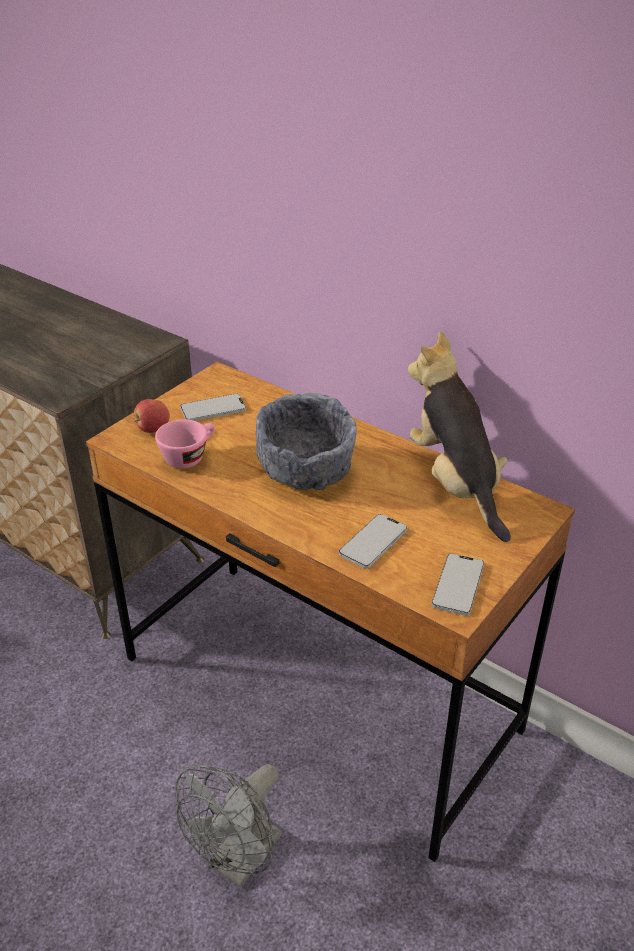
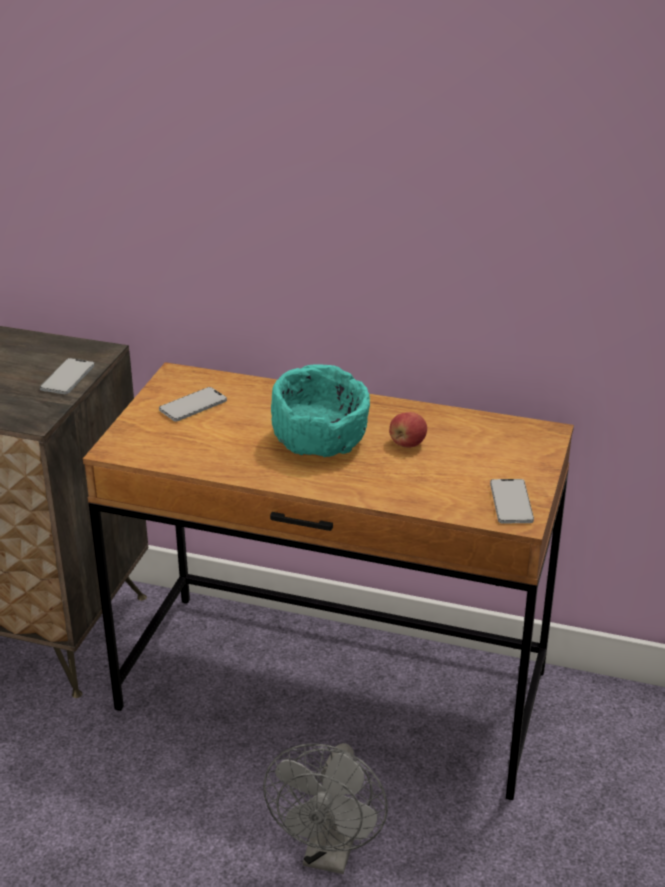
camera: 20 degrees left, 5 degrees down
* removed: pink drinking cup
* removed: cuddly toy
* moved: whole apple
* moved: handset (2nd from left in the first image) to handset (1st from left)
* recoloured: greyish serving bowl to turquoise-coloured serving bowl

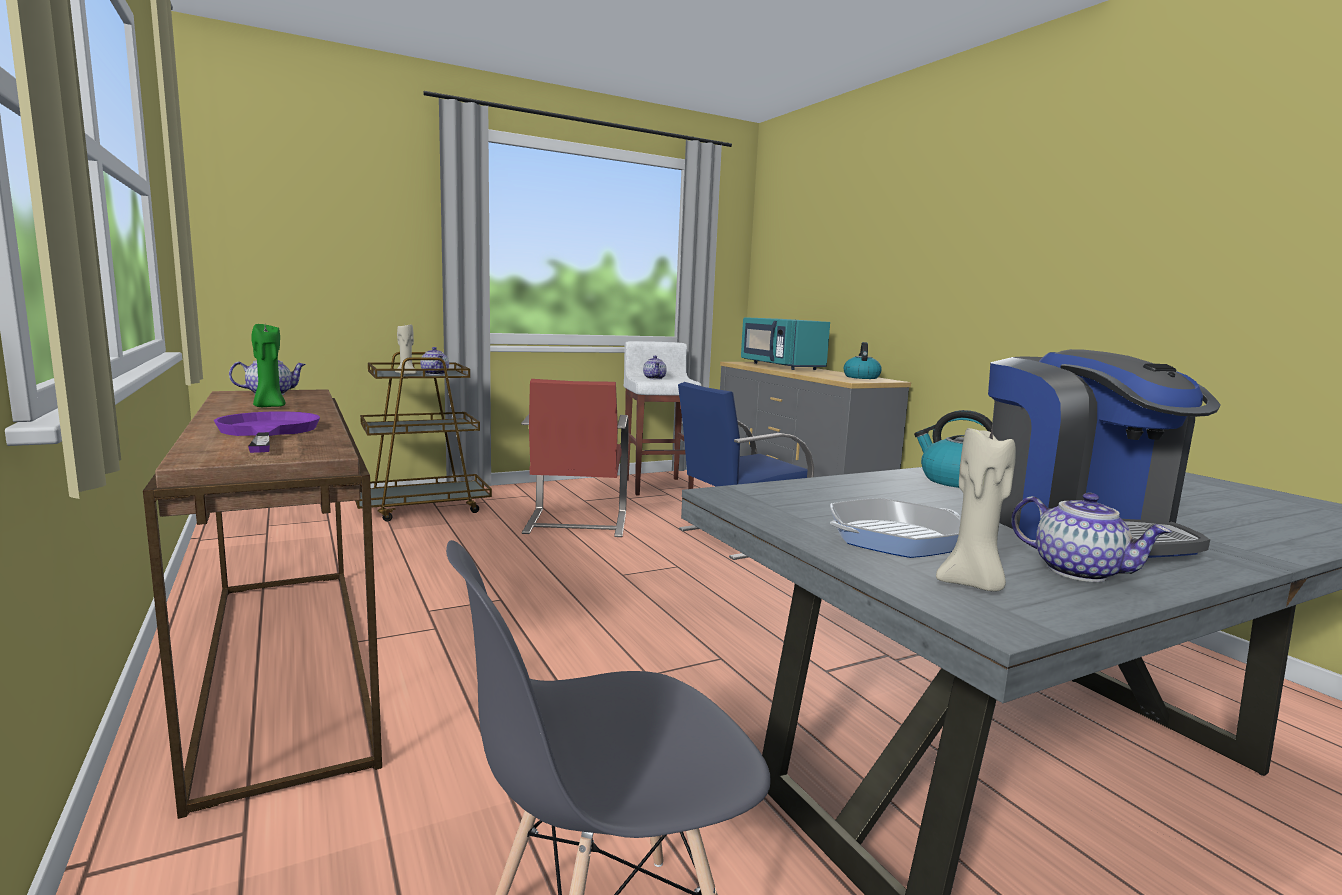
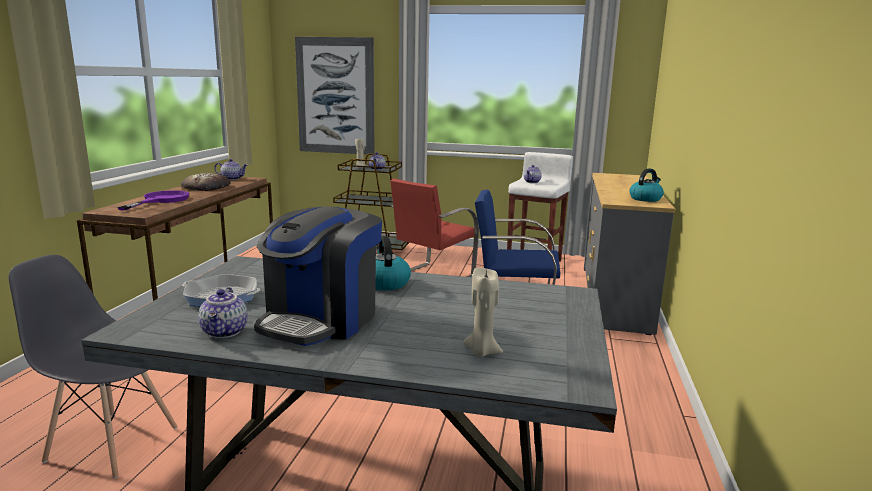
camera: 40 degrees right, 5 degrees up
* removed: turquoise-coloured microwave
* added: wall art
* moved: beige-coloured wax light (2nd from left)
* replaced: green wax light to bread

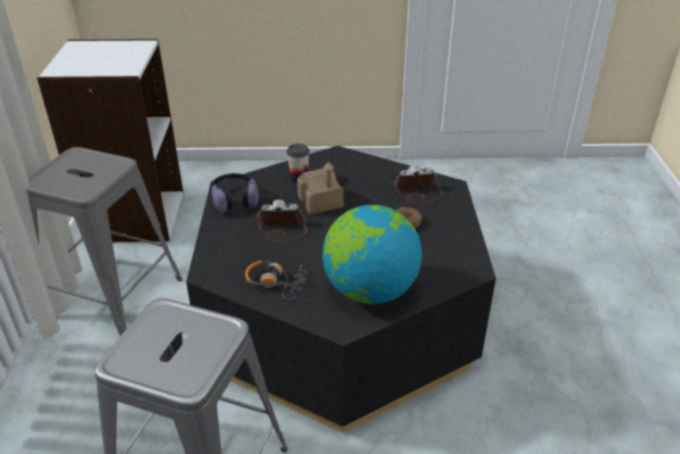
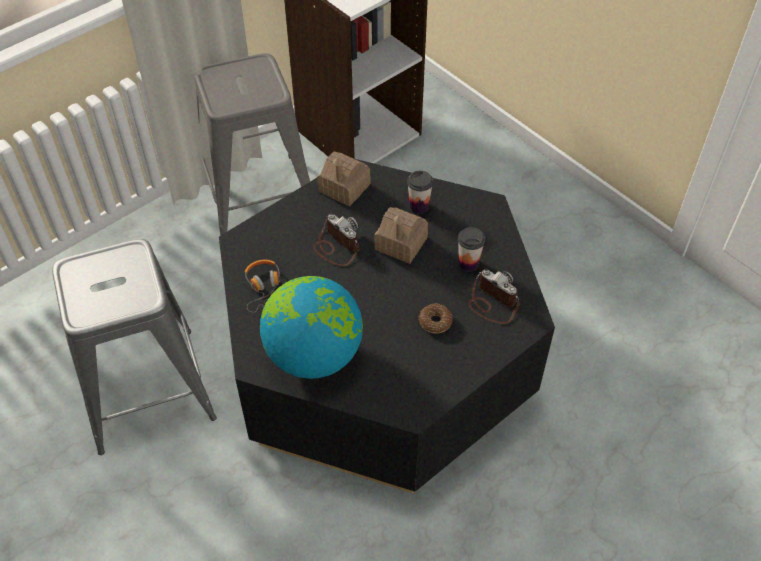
camera: 50 degrees right, 15 degrees up
* added: drinking cup (2nd from left)
* replaced: headphones (1st from left) to toy house (1st from left)

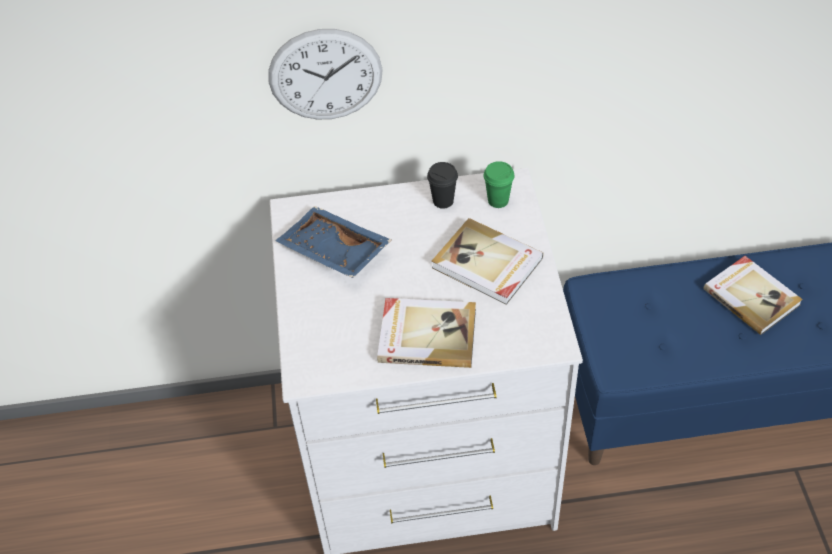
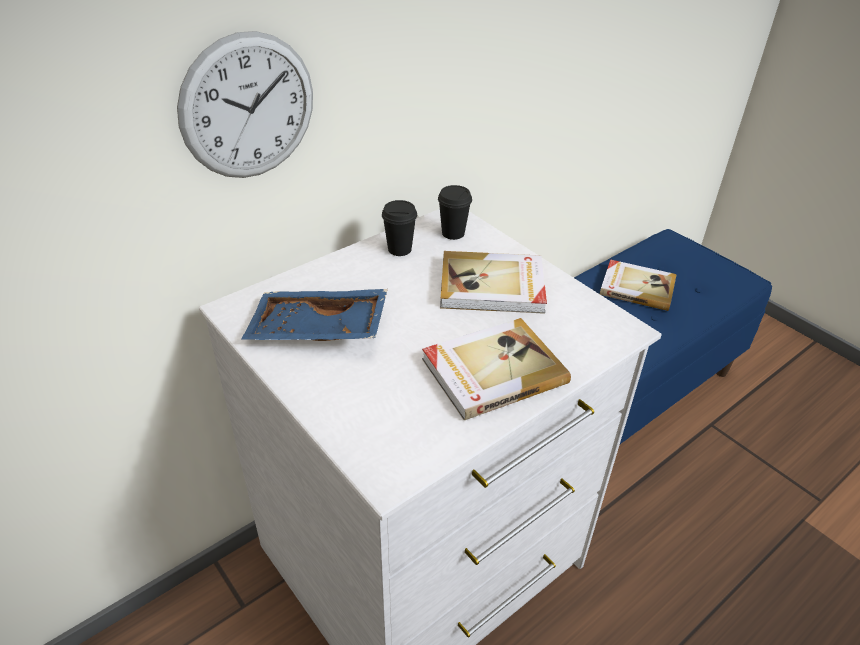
camera: 35 degrees left, 10 degrees down
* recoloured: green drinking cup to black-coloured drinking cup (2nd from left)

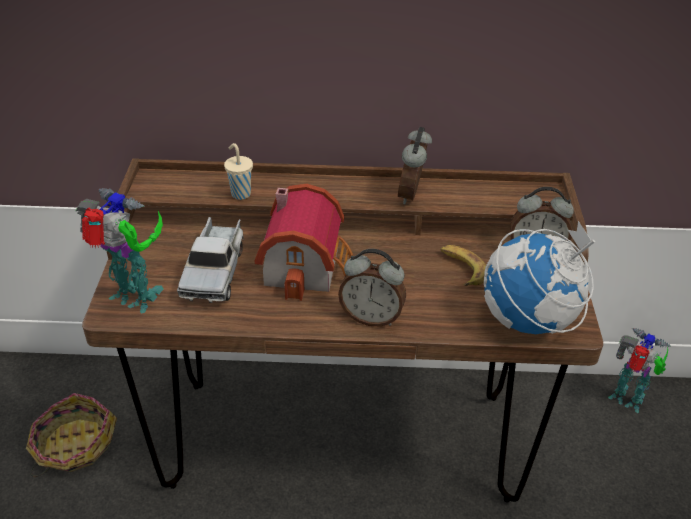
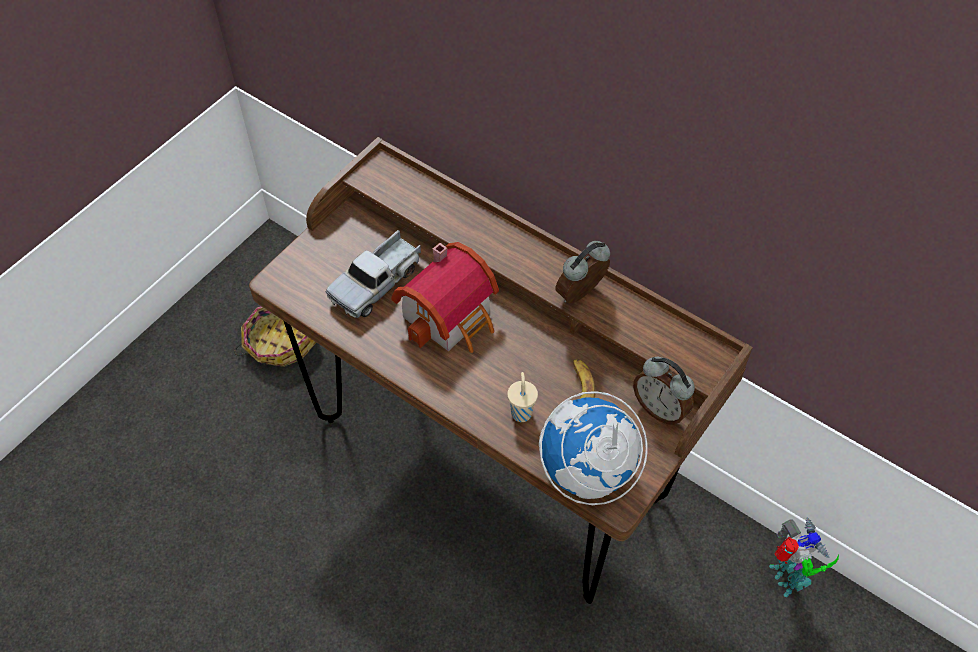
camera: 35 degrees right, 15 degrees up
* removed: toy robot (1st from left)
* removed: table clock (1st from left)
* moved: beige-coloured drinking cup

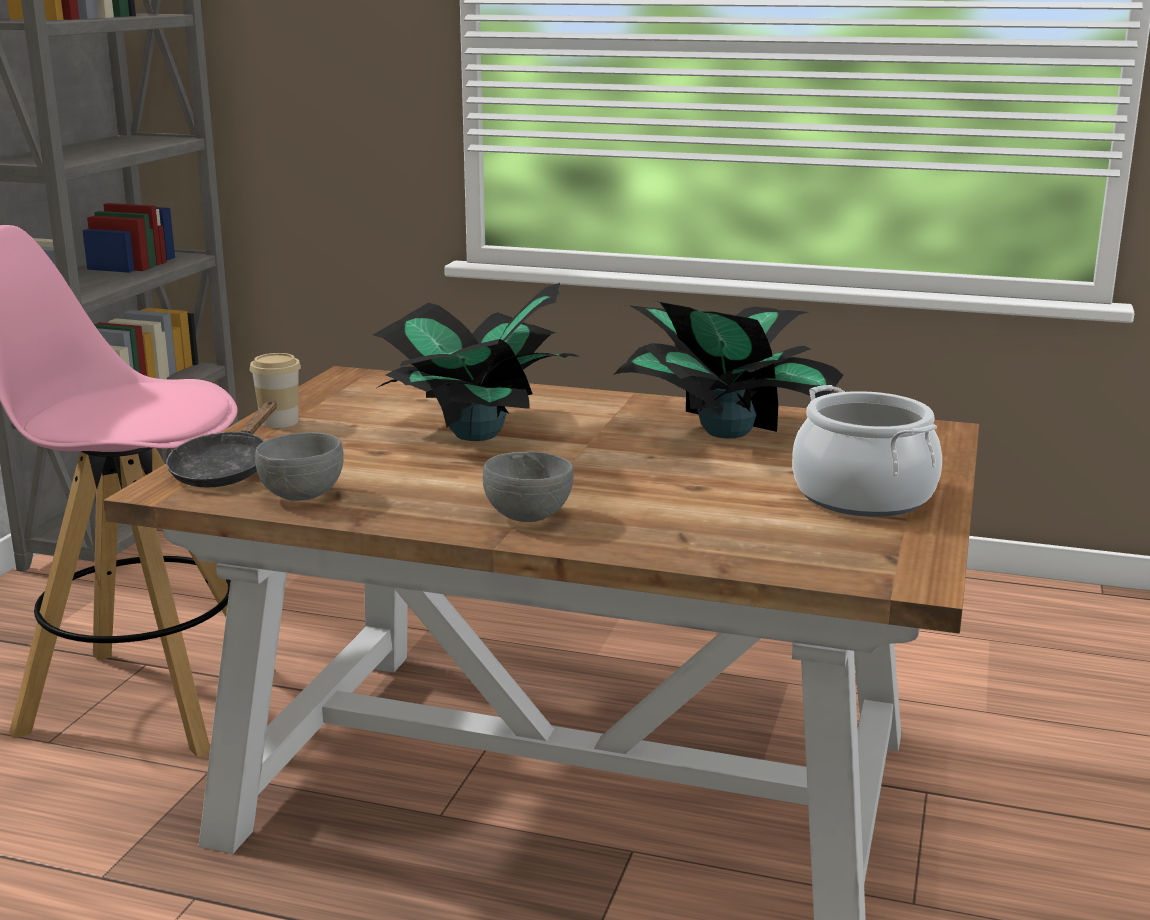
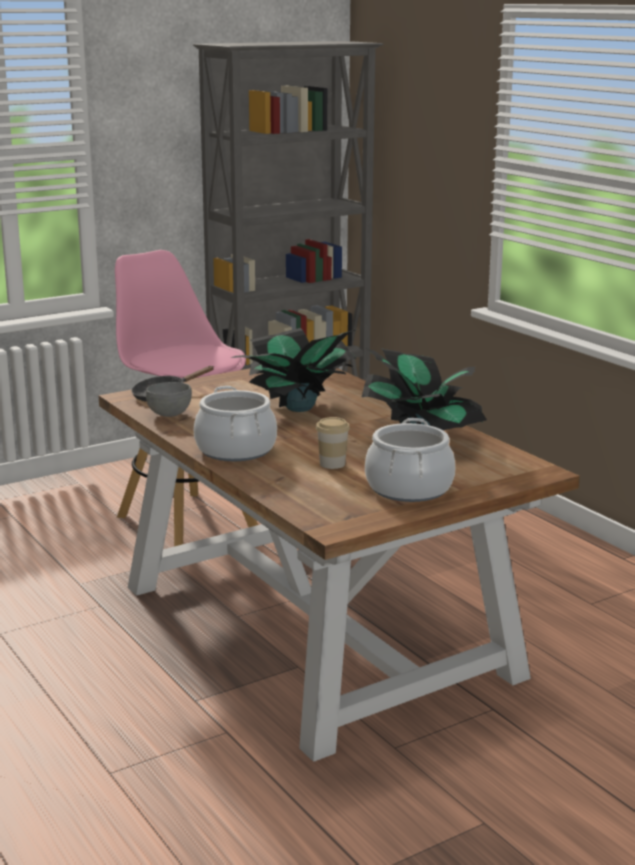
camera: 40 degrees right, 0 degrees up
* moved: drinking cup
* replaced: greyish serving bowl (2nd from left) to cooking pot (1st from left)

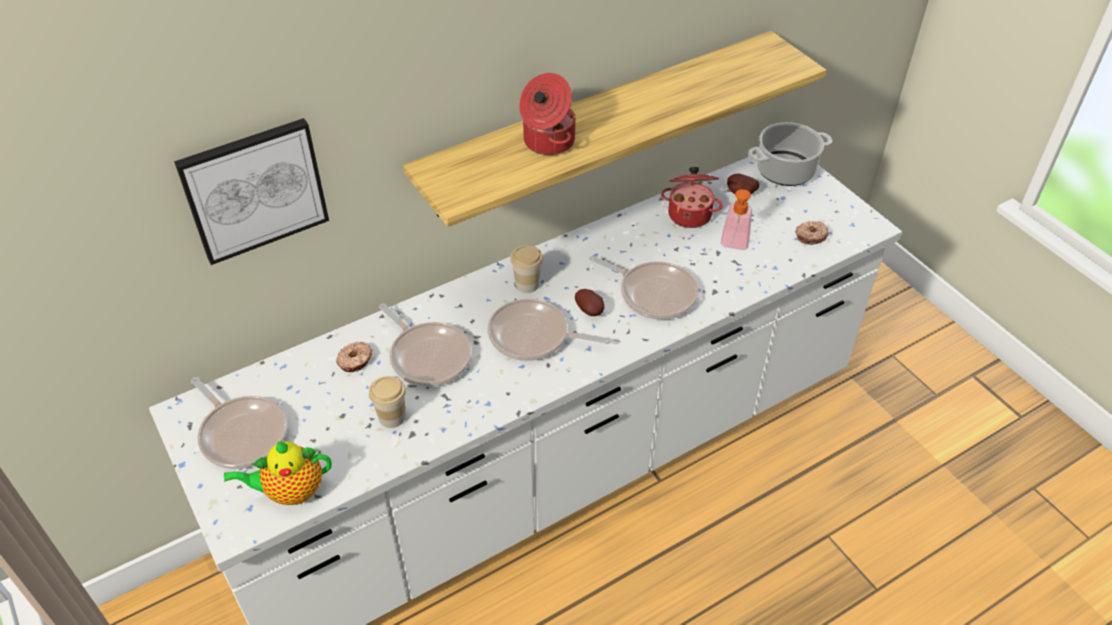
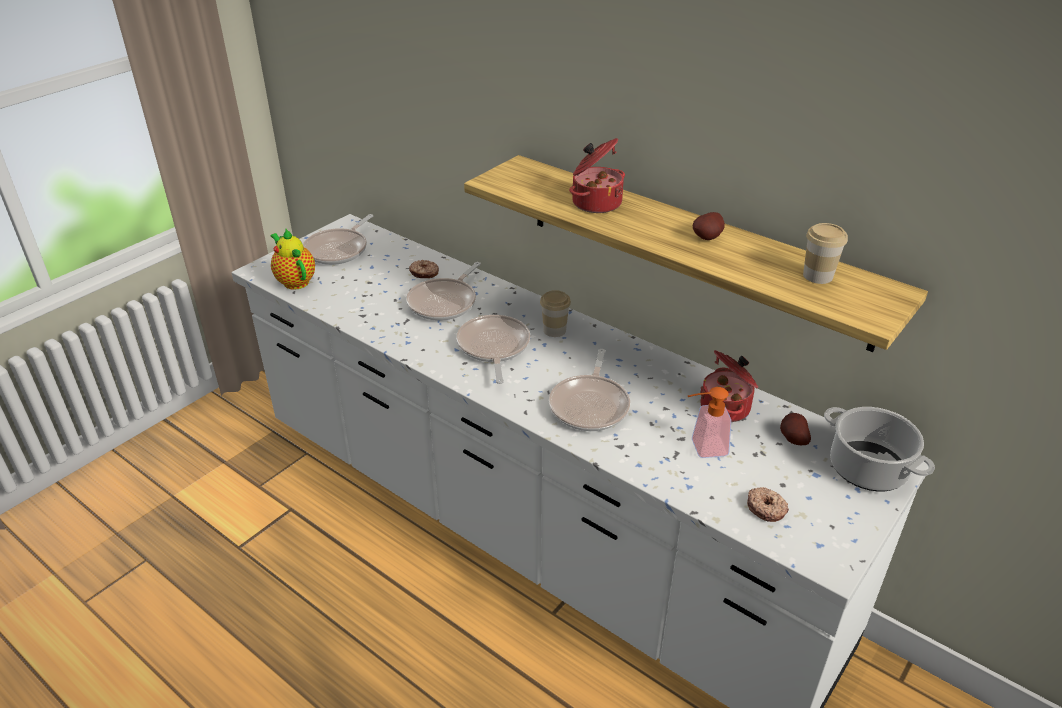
camera: 70 degrees right, 10 degrees down
* removed: wall art
* moved: drinking cup (1st from left in the first image) to drinking cup (2nd from left)
* moved: potato (1st from left)

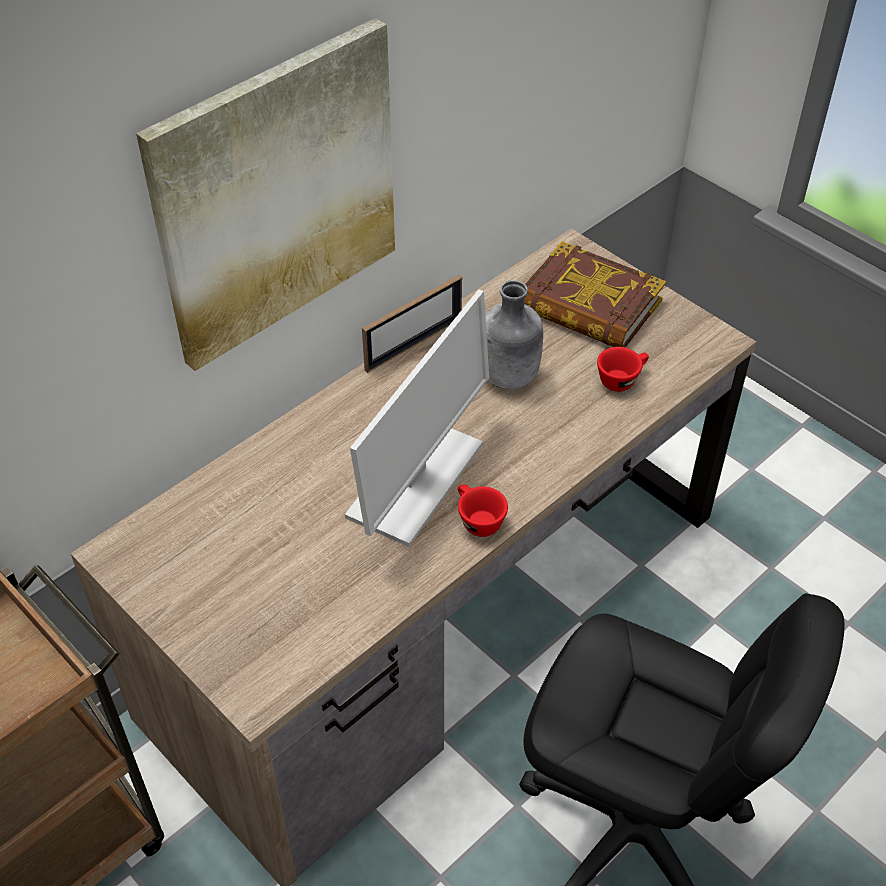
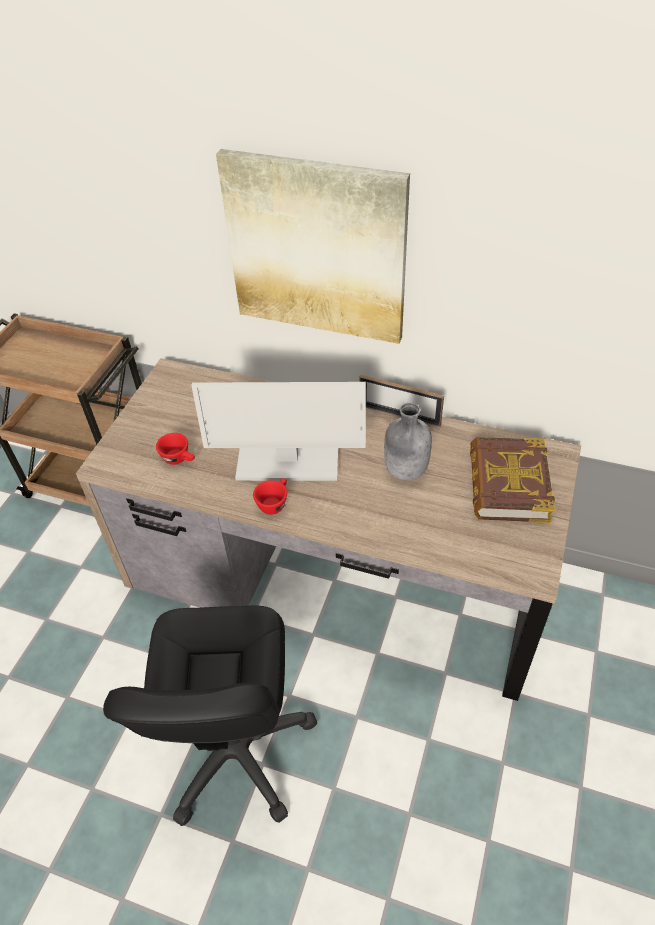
camera: 65 degrees right, 0 degrees up
* moved: red drinking cup (2nd from left in the first image) to red drinking cup (1st from left)

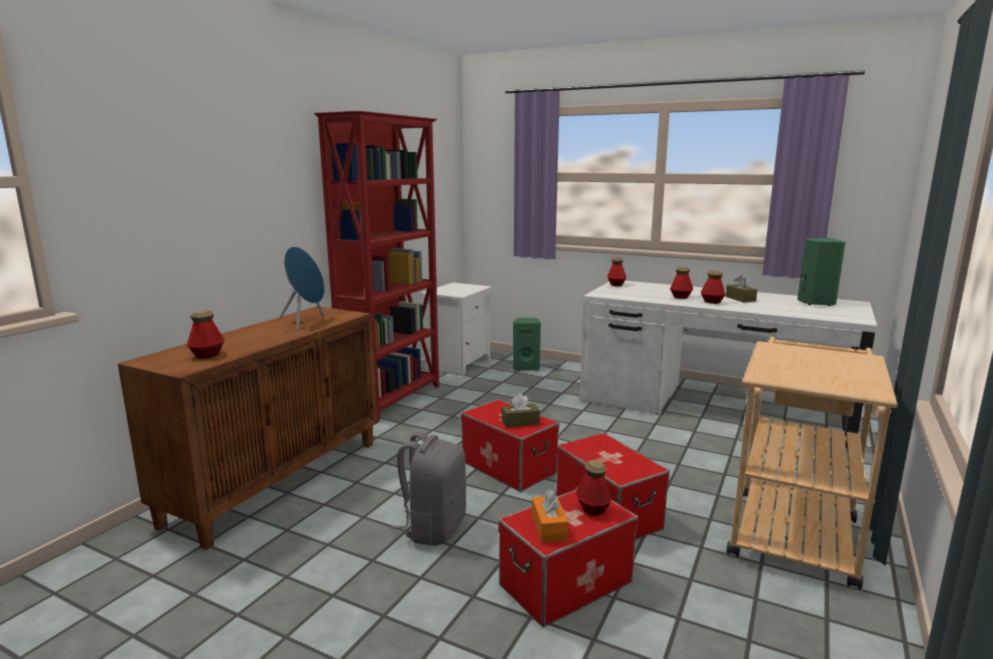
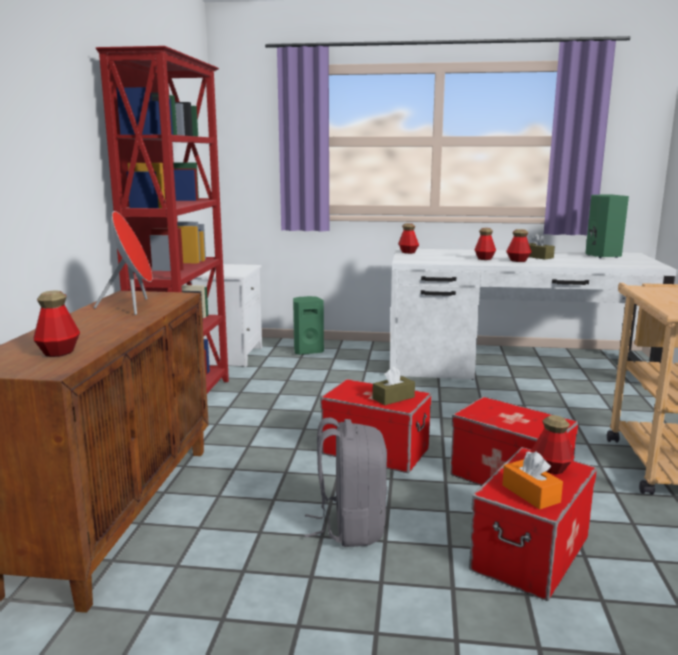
camera: 20 degrees left, 0 degrees up
* recoloured: blue-coloured loudspeaker to red loudspeaker

